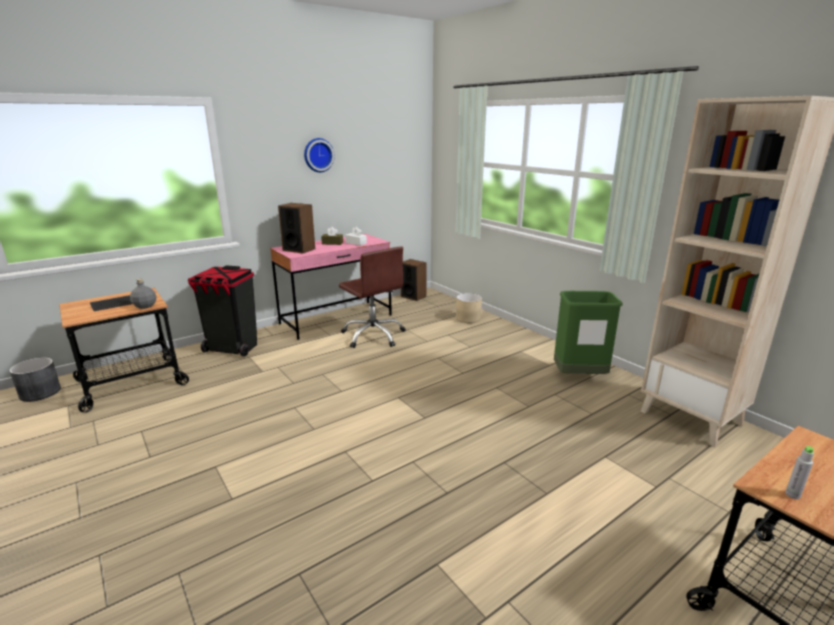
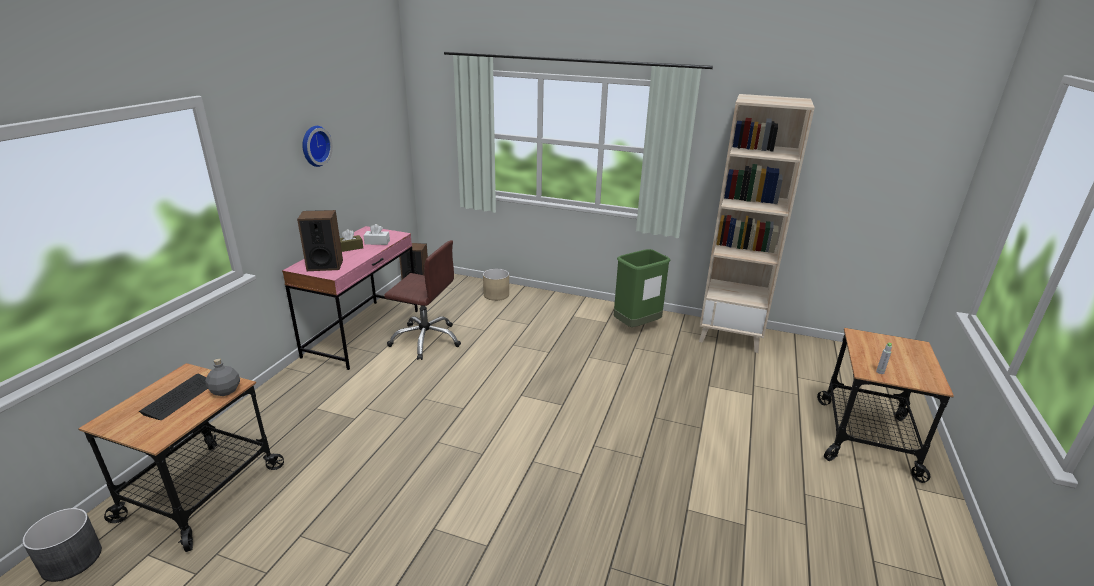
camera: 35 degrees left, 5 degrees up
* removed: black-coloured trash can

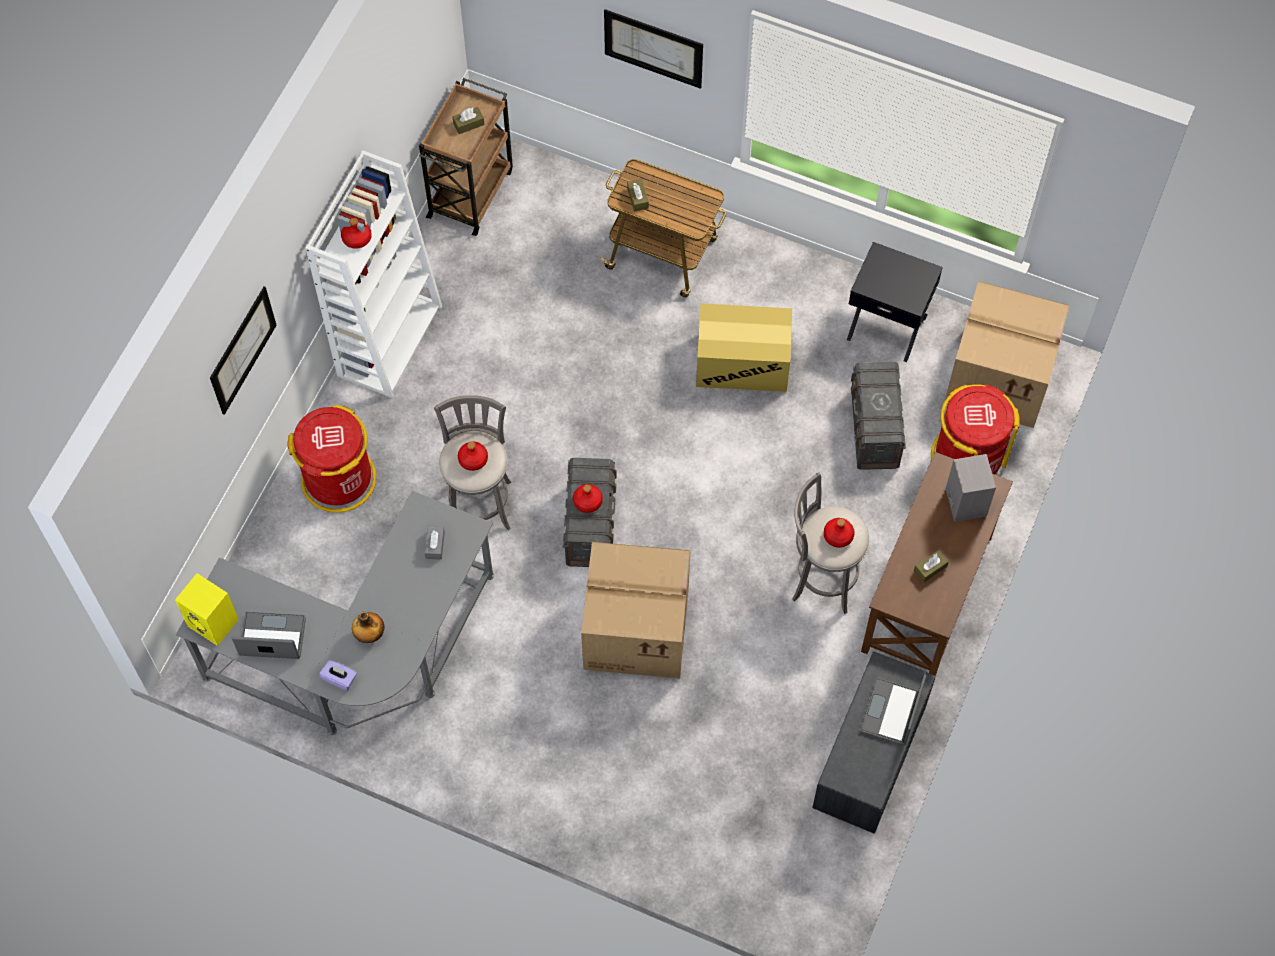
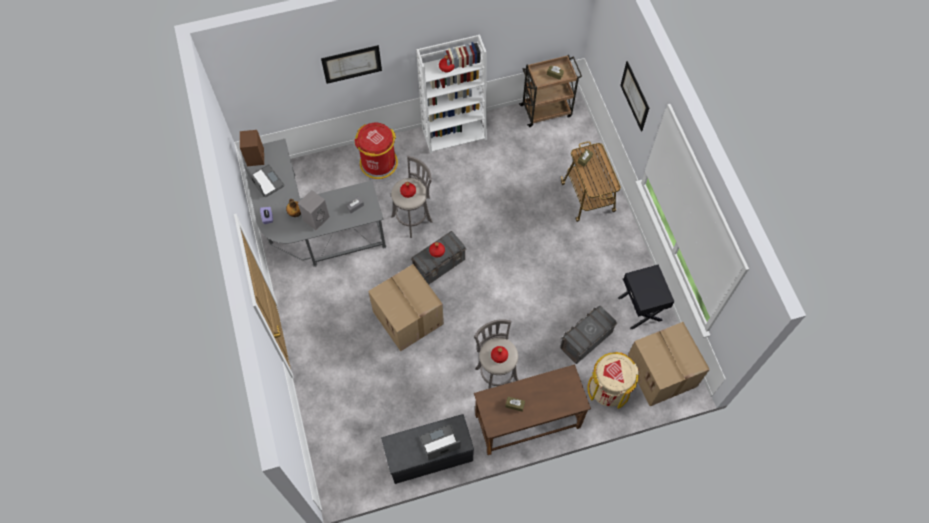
camera: 50 degrees right, 0 degrees up
* removed: cardboard box (2nd from left)
* moved: greyish loudspeaker
* recoloured: yellow loudspeaker to brown-coloured loudspeaker
* recoloured: red trash can (2nd from left) to beige-coloured trash can

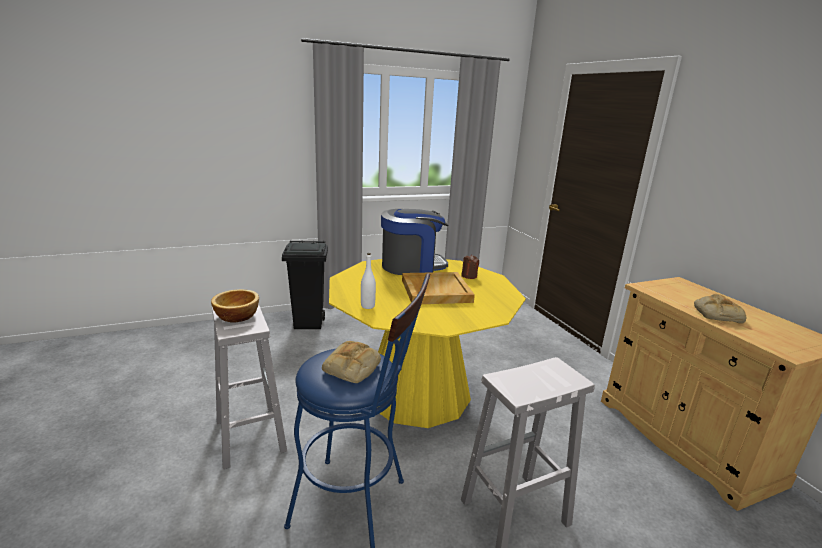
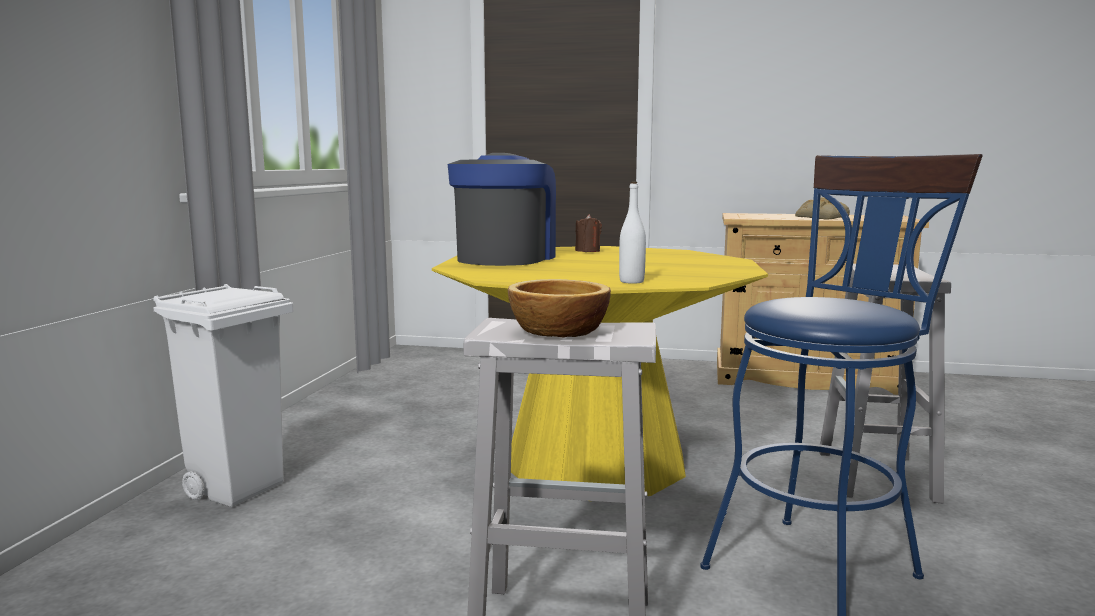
camera: 55 degrees left, 10 degrees down
* removed: bread (1st from left)
* removed: beige-coloured serving tray
* recoloured: black-coloured trash can to white trash can

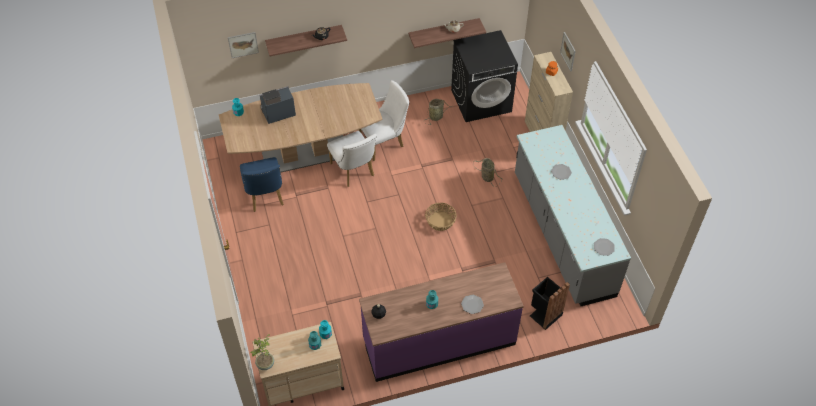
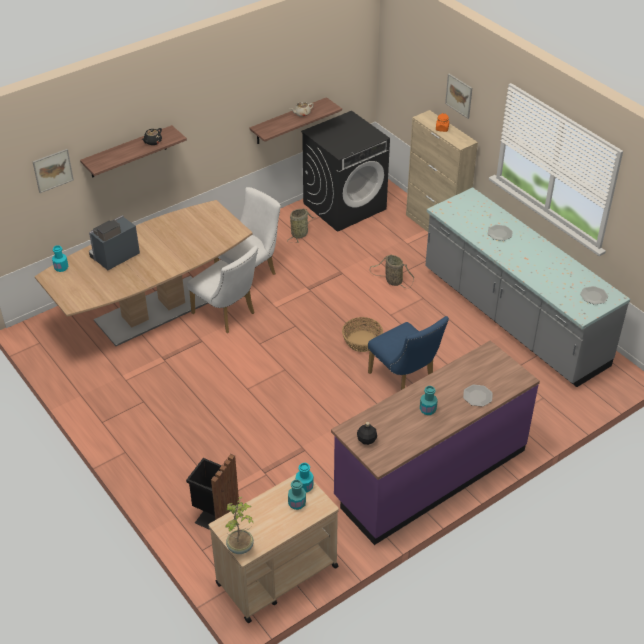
camera: 20 degrees left, 10 degrees down
* moved: blue-coloured upright chair
* moved: black-coloured trash can

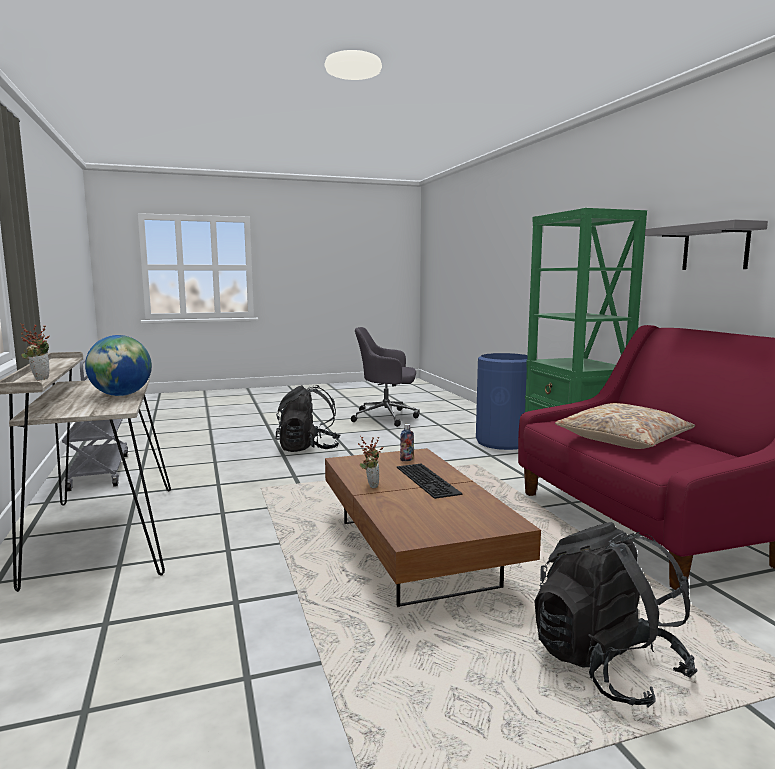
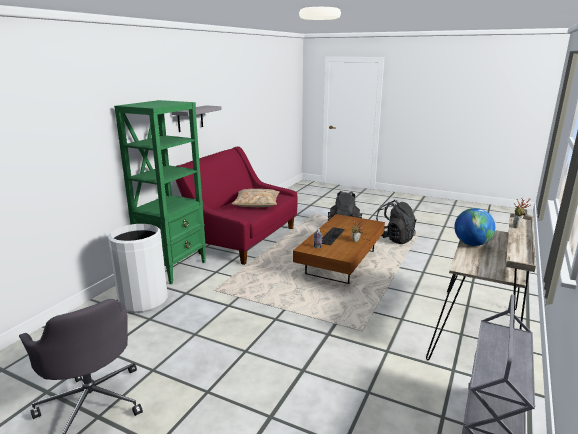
camera: 135 degrees left, 10 degrees up
* moved: black-coloured backpack (1st from left in the first image) to black-coloured backpack (2nd from left)
* recoloured: blue-coloured trash can to white trash can

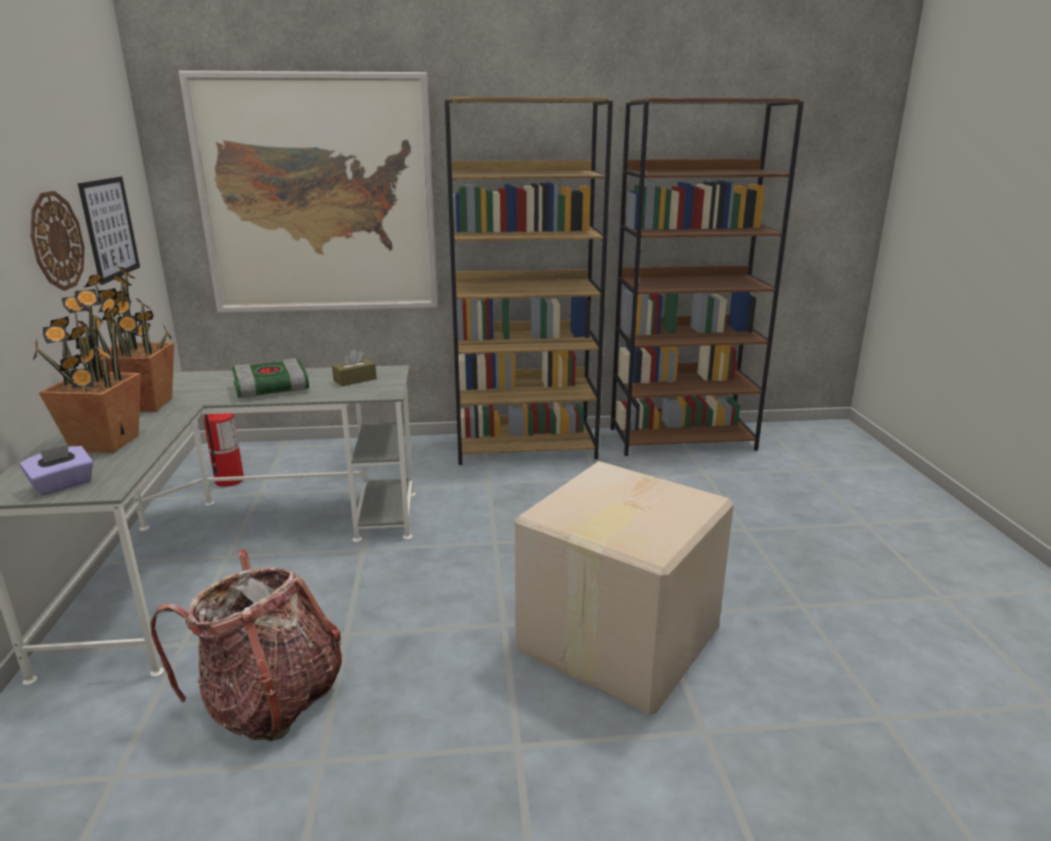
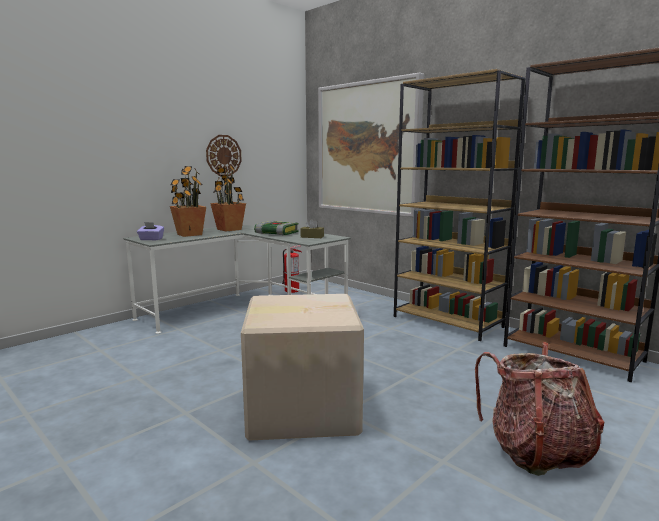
camera: 50 degrees right, 10 degrees down
* removed: wall art (1st from left)
* moved: backpack

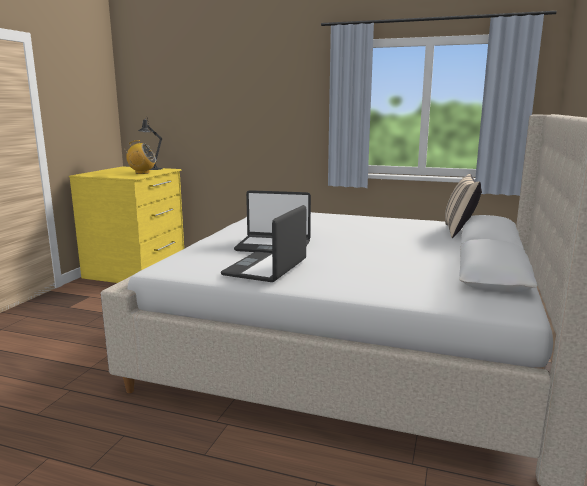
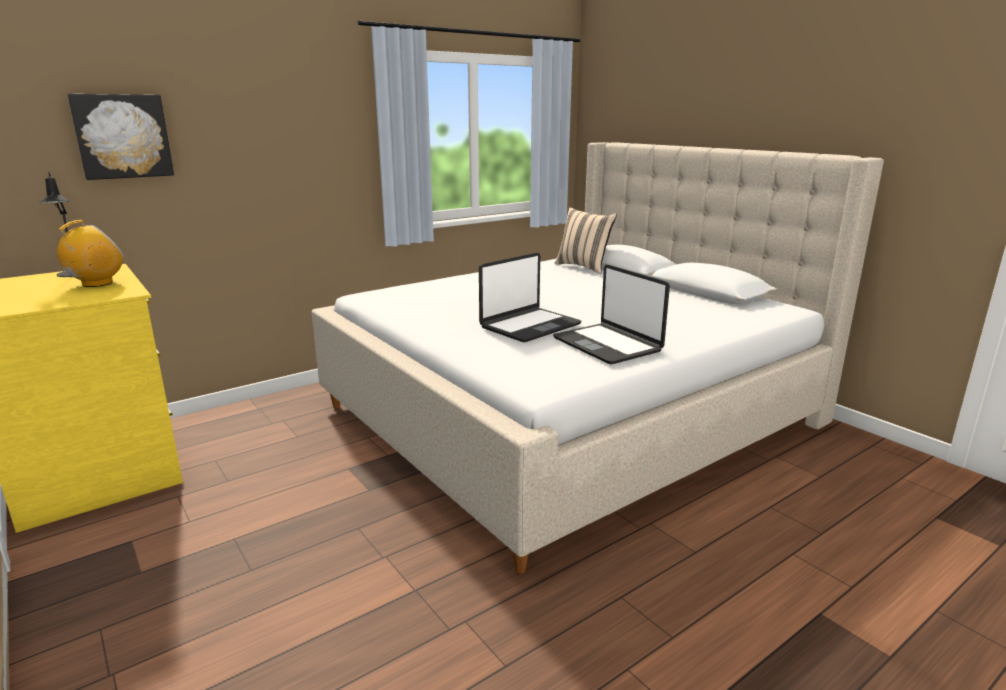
camera: 55 degrees left, 5 degrees up
* added: wall art

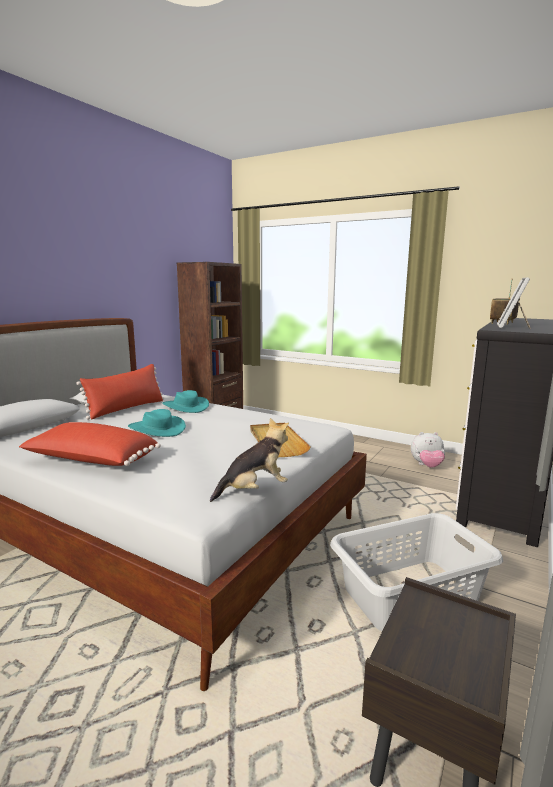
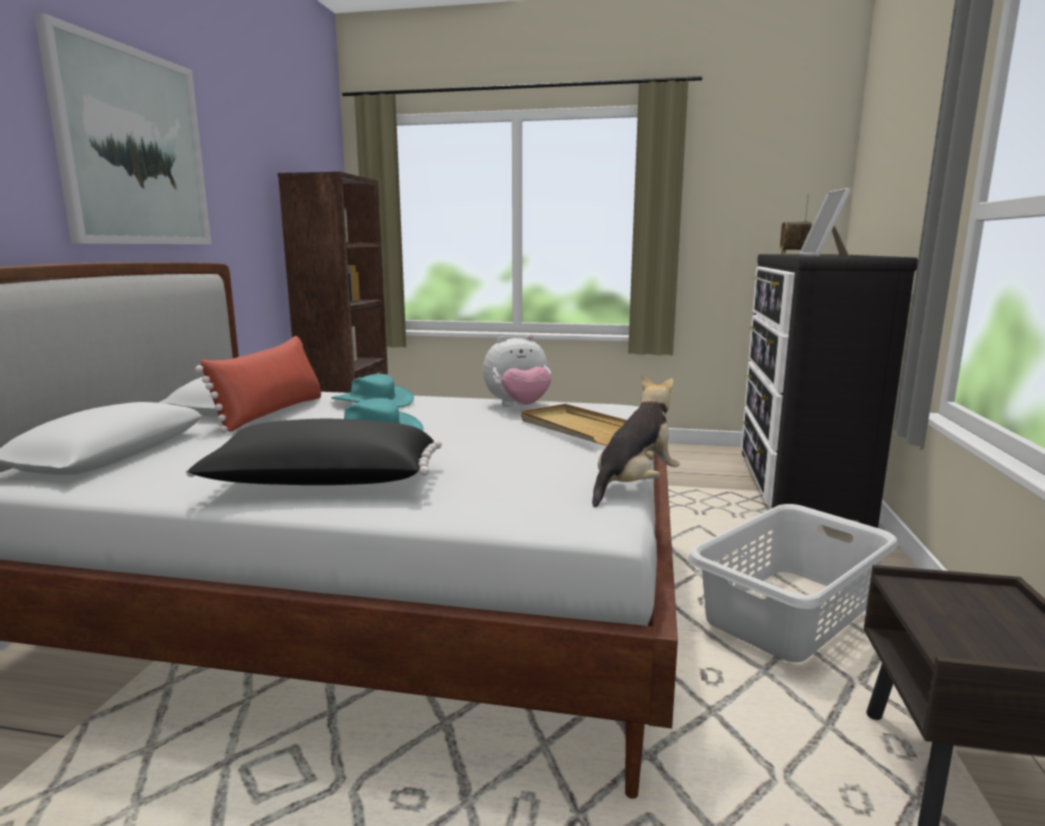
camera: 20 degrees left, 0 degrees up
* added: wall art
* moved: cuddly toy (2nd from left in the first image) to cuddly toy (1st from left)
* recoloured: red pillow (1st from left) to black-coloured pillow

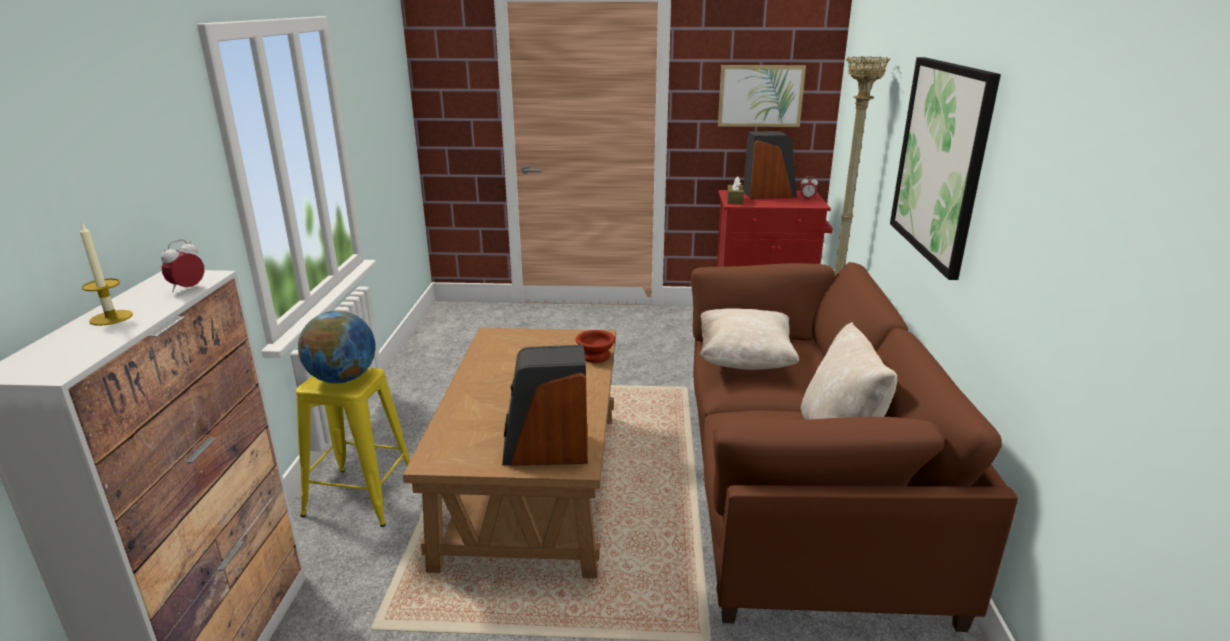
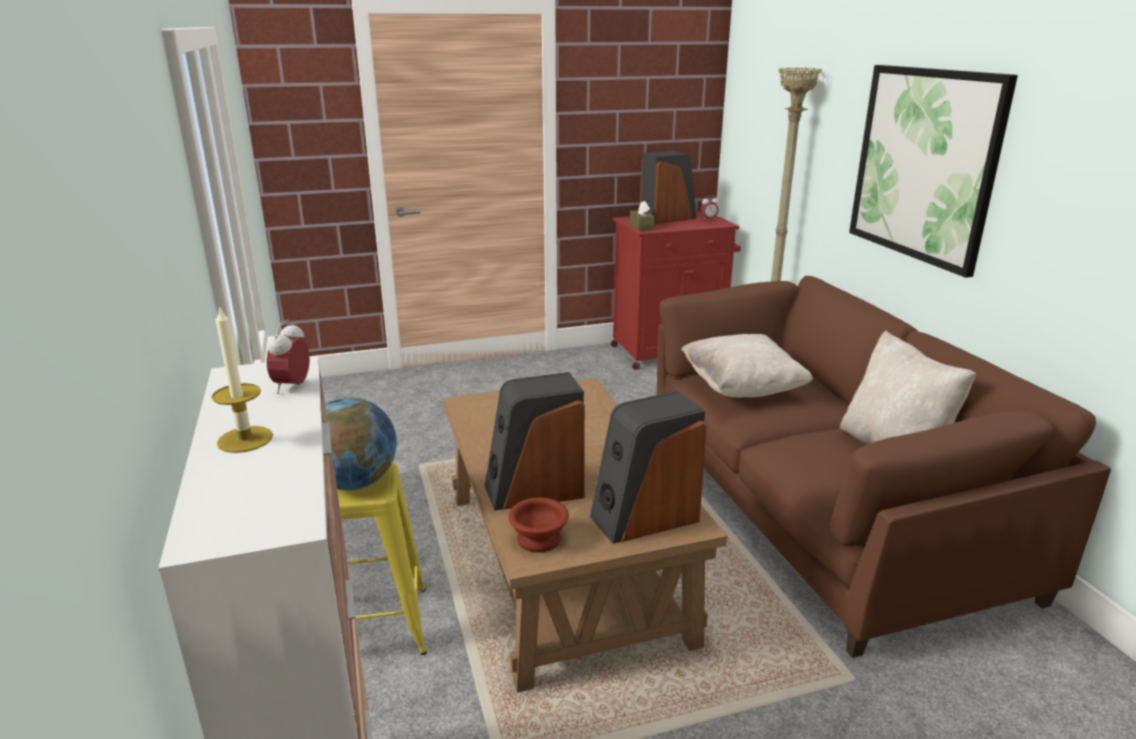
camera: 20 degrees left, 0 degrees up
* removed: wall art (1st from left)
* added: loudspeaker (1st from left)
* moved: brown-coloured serving bowl

